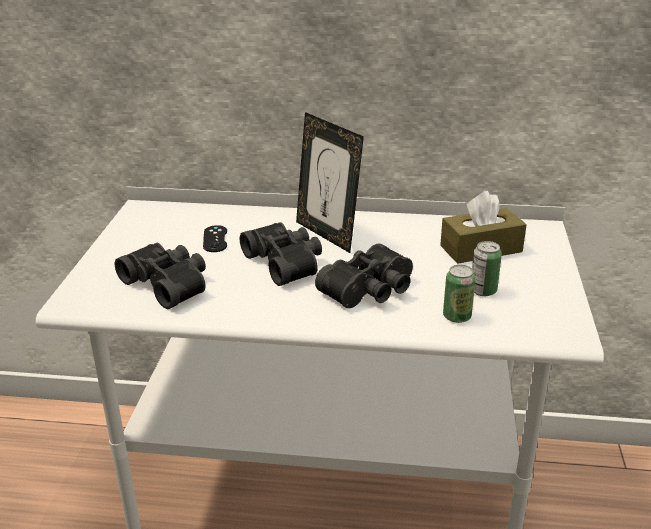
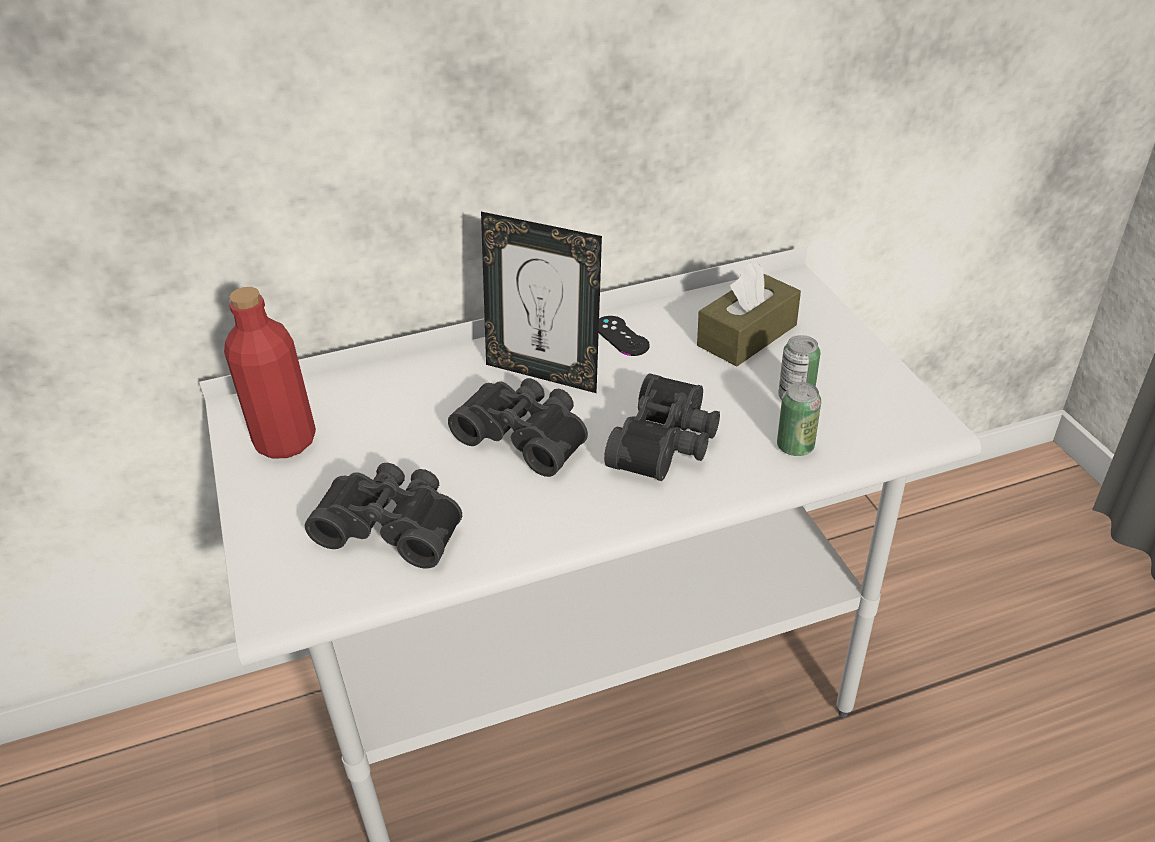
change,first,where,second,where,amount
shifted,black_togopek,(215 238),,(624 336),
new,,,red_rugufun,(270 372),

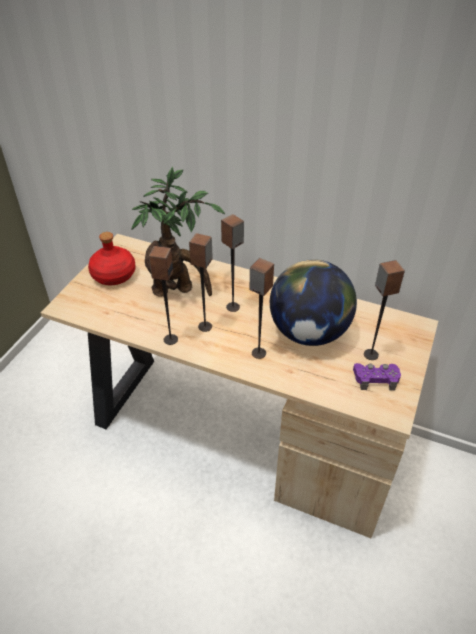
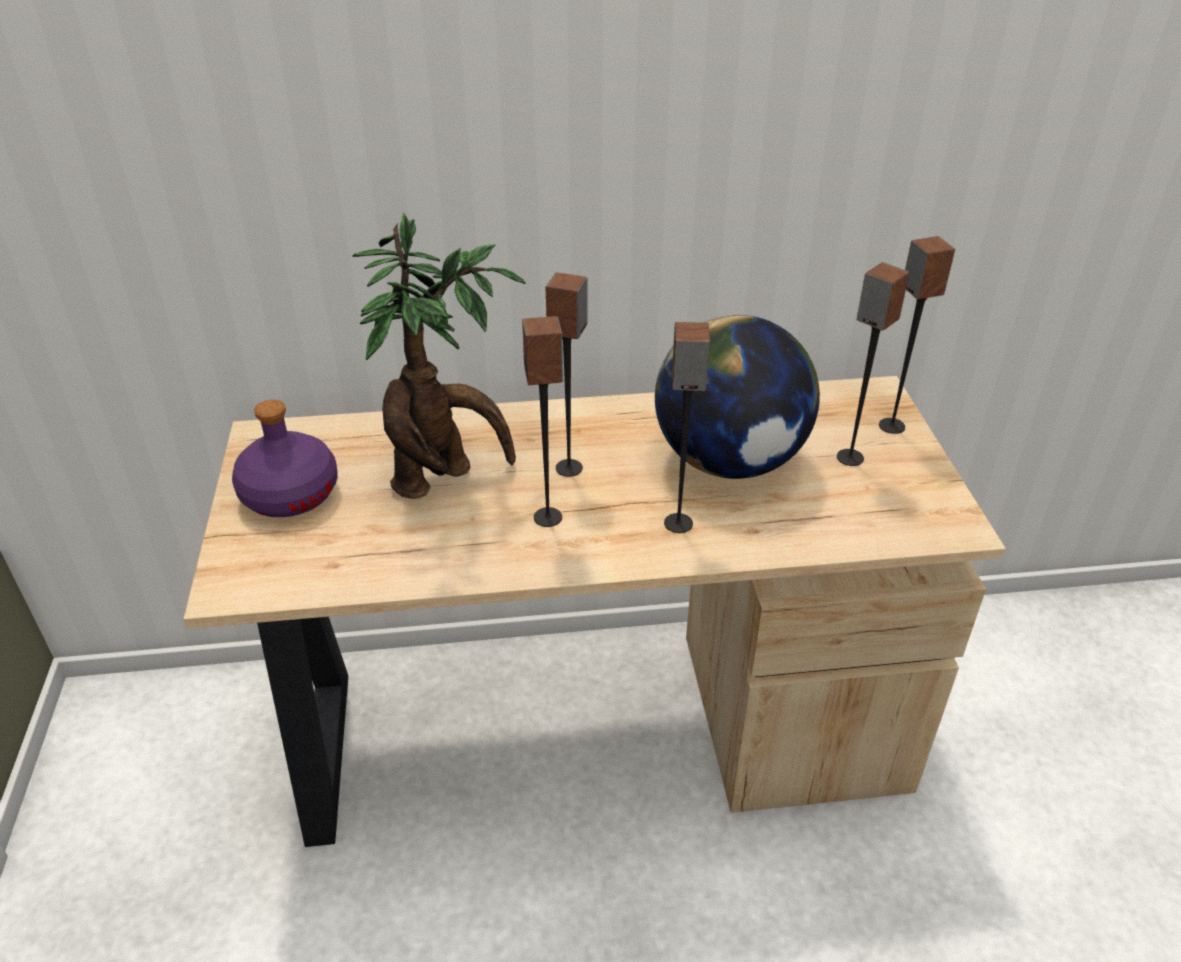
change,first,where,second,where,amount
repainted,red_rugufun,(112 258),purple_rugufun,(285 458),
shifted,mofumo,(163 295),,(917 335),
gone,purple_togopek,(377 377),,,

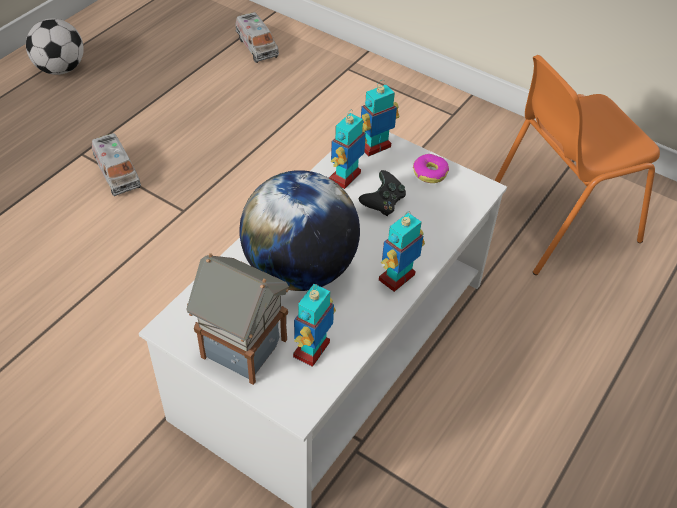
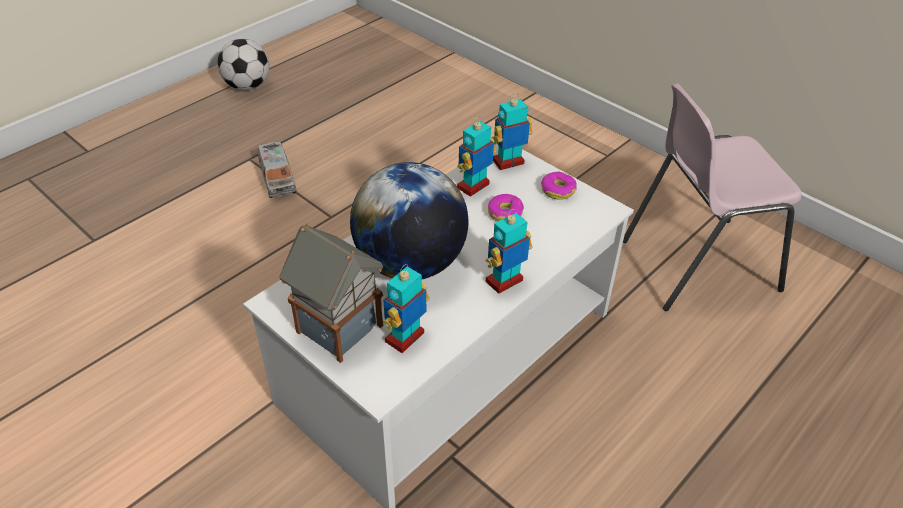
change,first,where,second,where,amount
gone,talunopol,(257 37),,,
swapped,black_togopek,(382 193),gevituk,(506 207),
repainted,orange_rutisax,(577 165),pink_rutisax,(712 197),

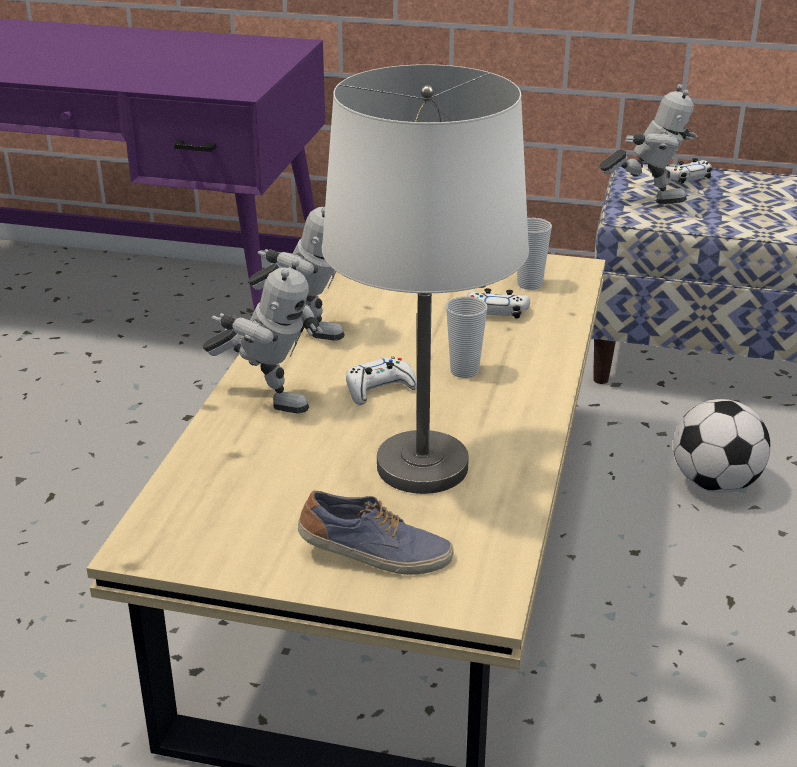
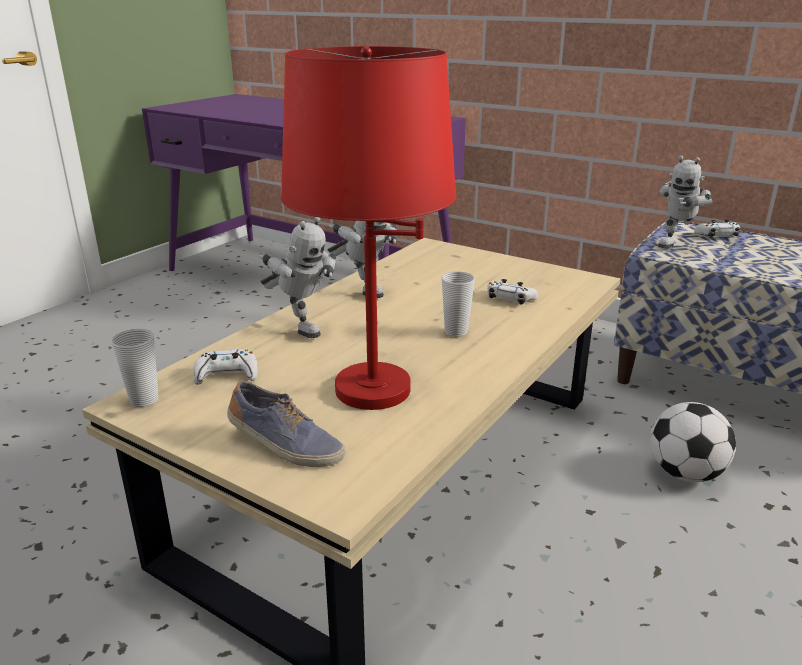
change,first,where,second,where,amount
repainted,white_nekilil,(425 279),red_nekilil,(368 228),
shifted,white_togopek,(381 380),,(225 367),
shifted,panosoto,(534 254),,(135 368),
rotated,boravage,(648 144),,(685 202),105 degrees clockwise

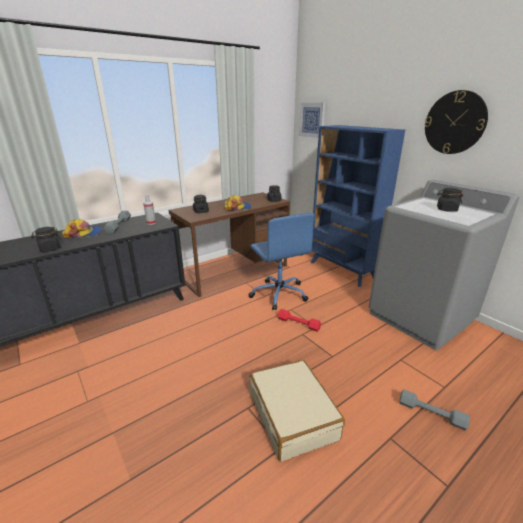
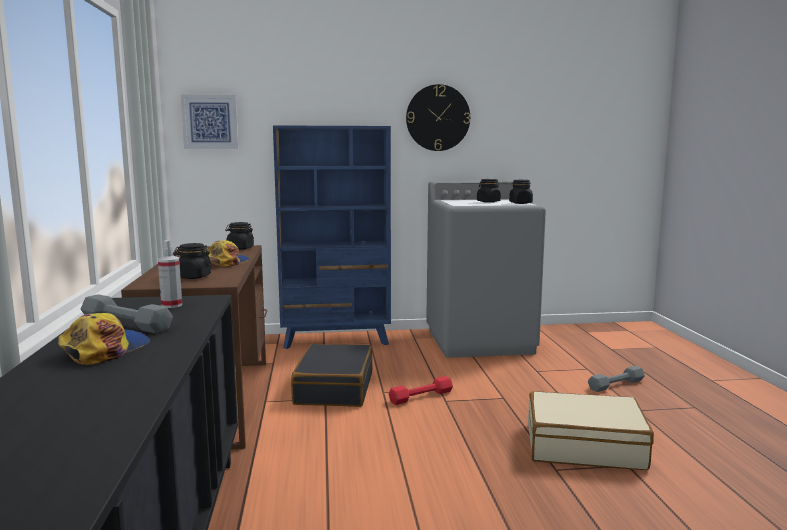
change,first,where,second,where,amount
shifted,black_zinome,(46 239),,(521 192),
swapped,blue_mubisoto,(281 261),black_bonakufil,(332 375),

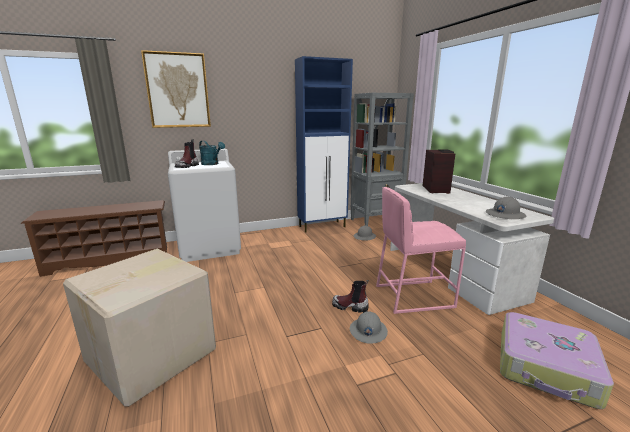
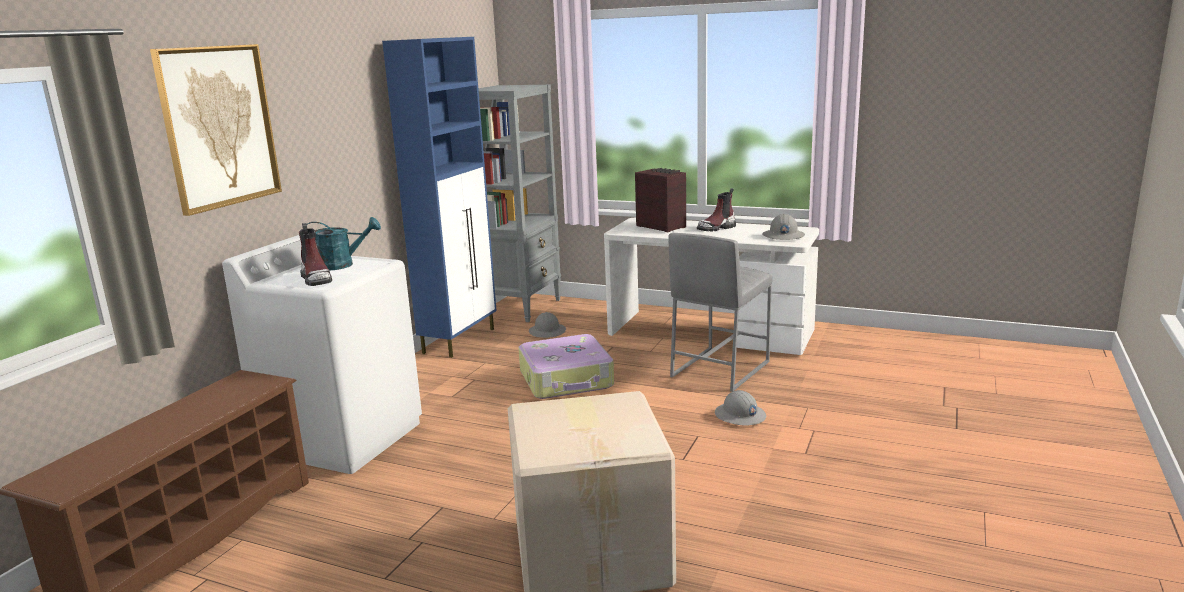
change,first,where,second,where,amount
shifted,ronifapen,(350 296),,(716 209),
repainted,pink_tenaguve,(421 250),grey_tenaguve,(720 312),
shifted,bonakufil,(557 360),,(566 366),

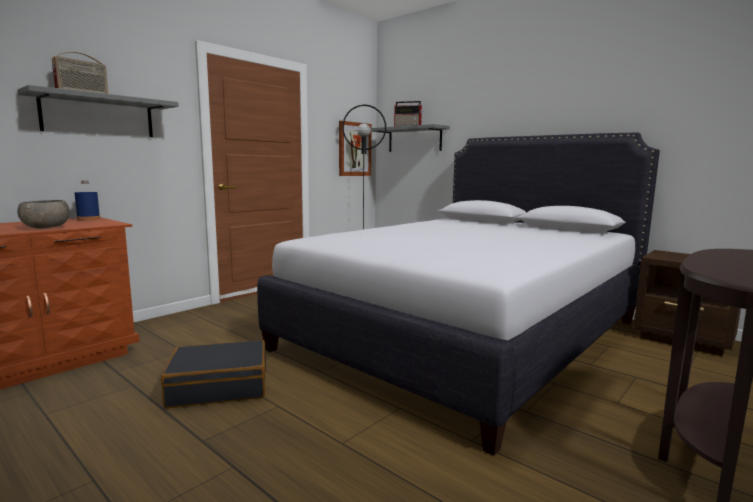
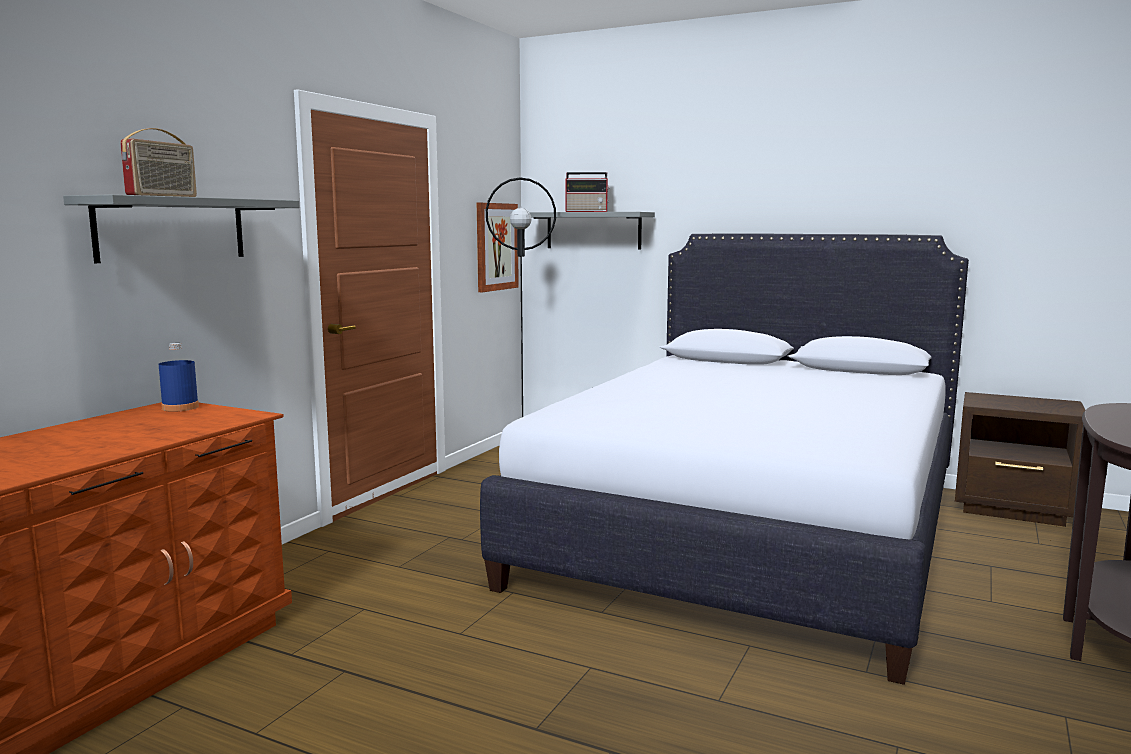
change,first,where,second,where,amount
gone,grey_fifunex,(43 214),,,
gone,black_bonakufil,(213 374),,,

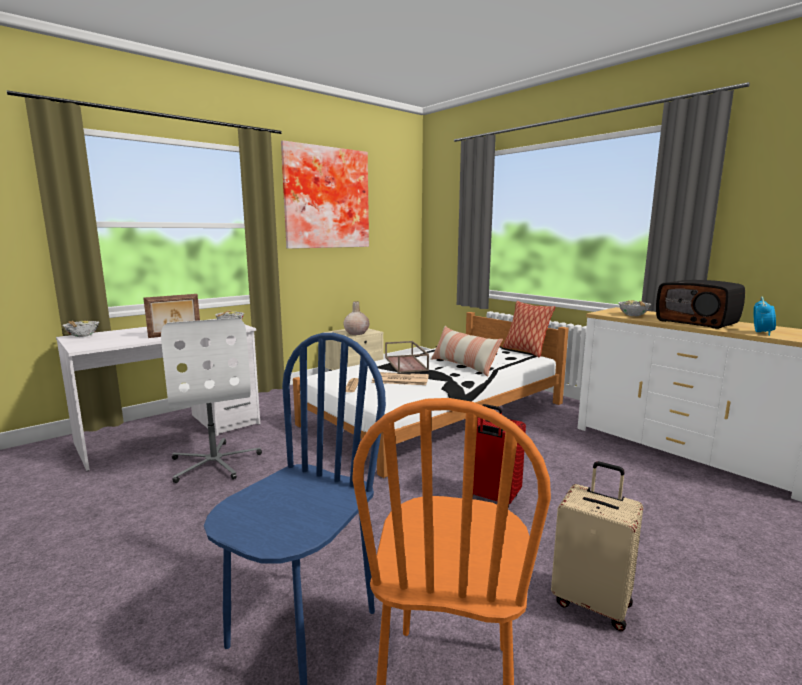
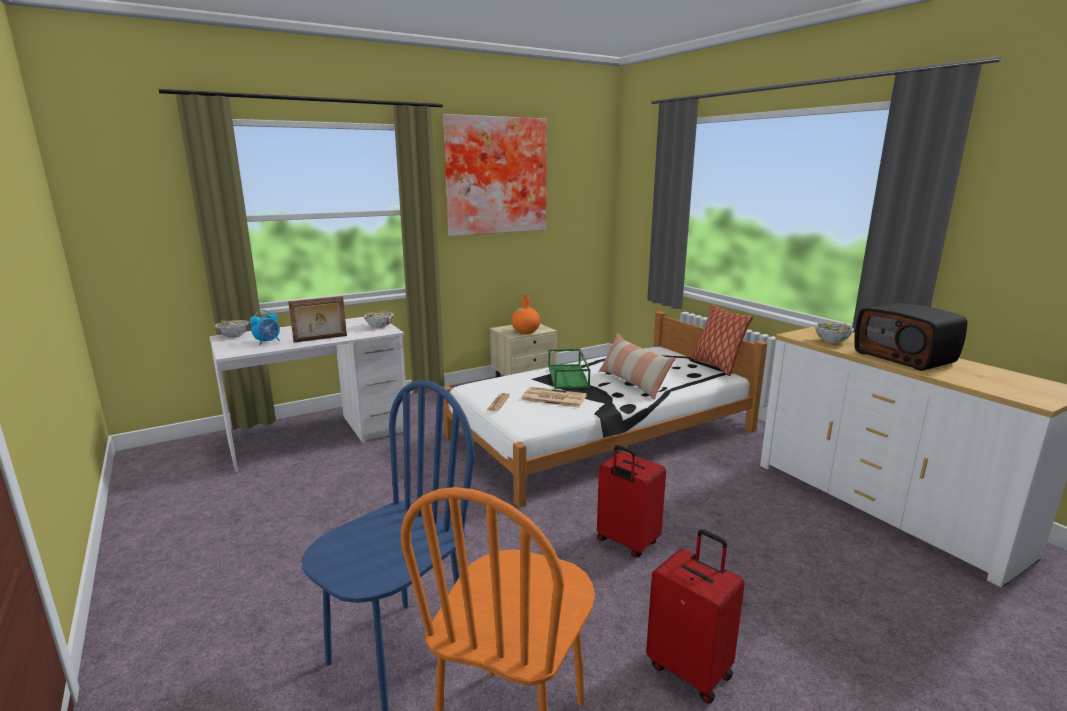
change,first,where,second,where,amount
gone,white_mubisoto,(211 400),,,
repainted,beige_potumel,(356 318),orange_potumel,(526 314),
repainted,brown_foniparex,(407 357),green_foniparex,(569 369),
repainted,beige_bonakufil,(597 546),red_bonakufil,(695 616),
shifted,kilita,(764 316),,(265 327),

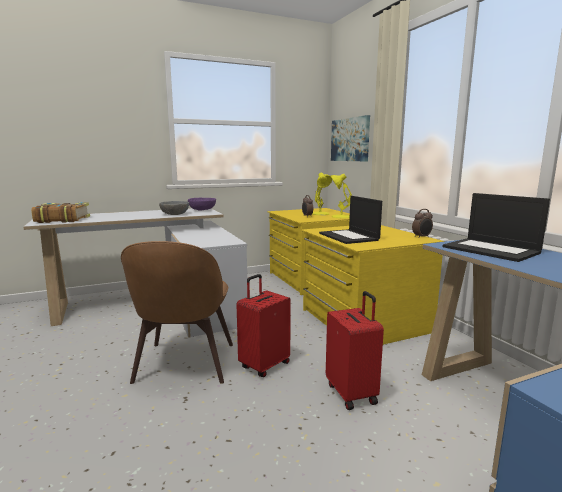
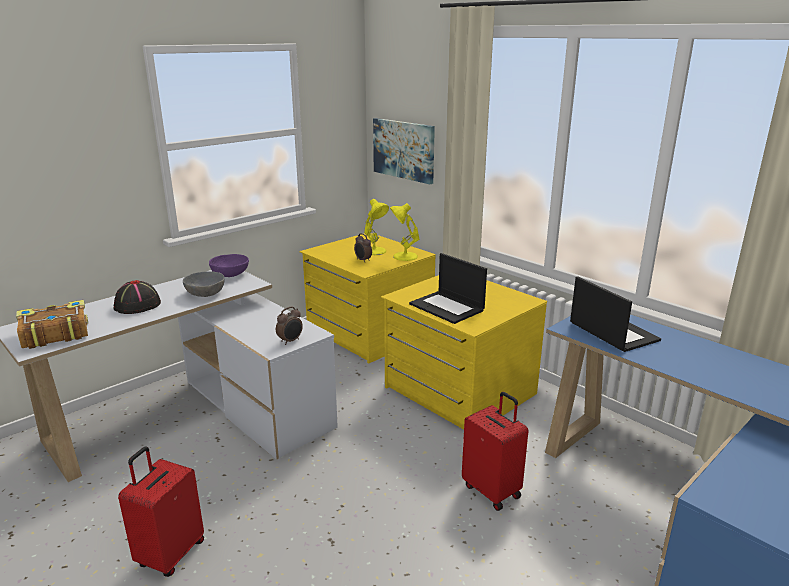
change,first,where,second,where,amount
gone,brown_rutisax,(177 312),,,
shifted,red_bonakufil,(264 325),,(161 511),
shifted,kilita,(422 223),,(289 326),
rotated,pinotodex,(496 227),,(615 314),150 degrees counterclockwise
new,,,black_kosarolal,(137 297),

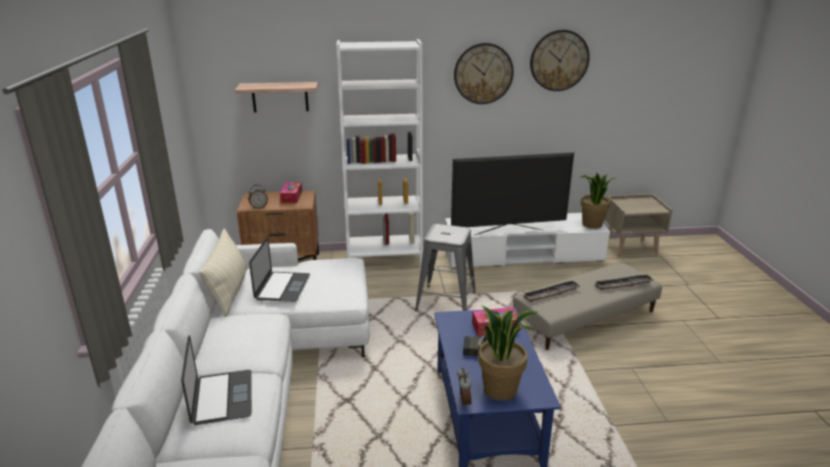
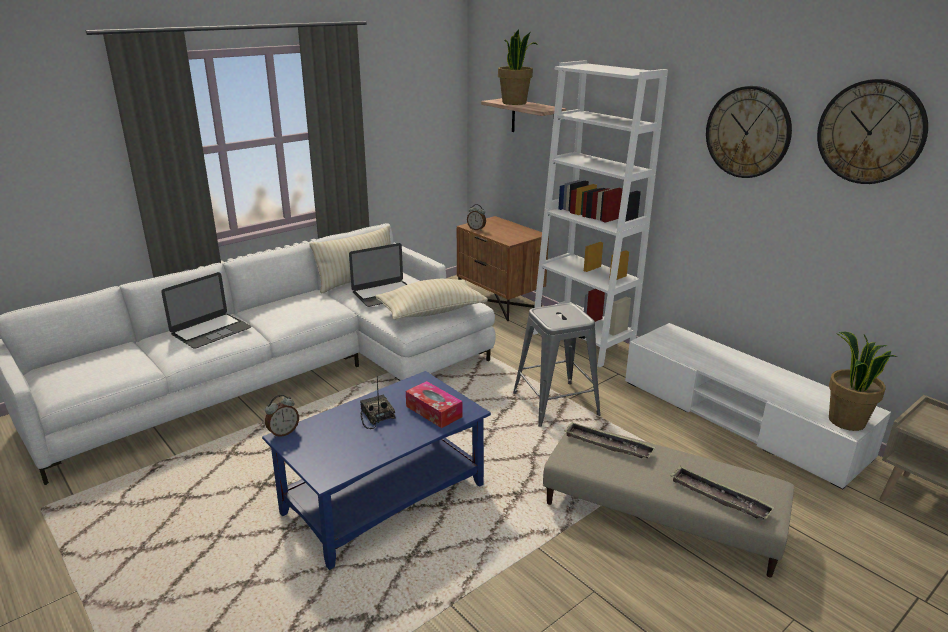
change,first,where,second,where,amount
gone,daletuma,(291 192),,,
gone,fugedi,(512 194),,,
shifted,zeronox,(507 353),,(518 67),
new,,,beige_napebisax,(432 299),

